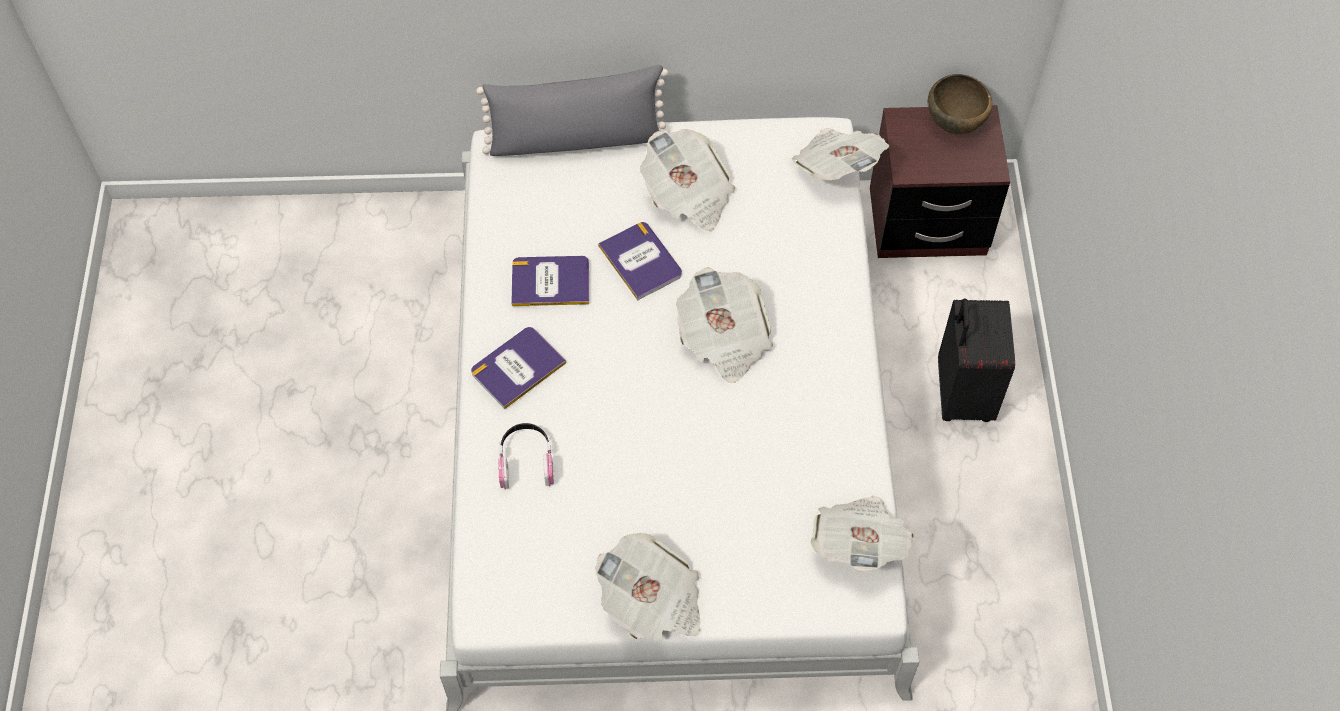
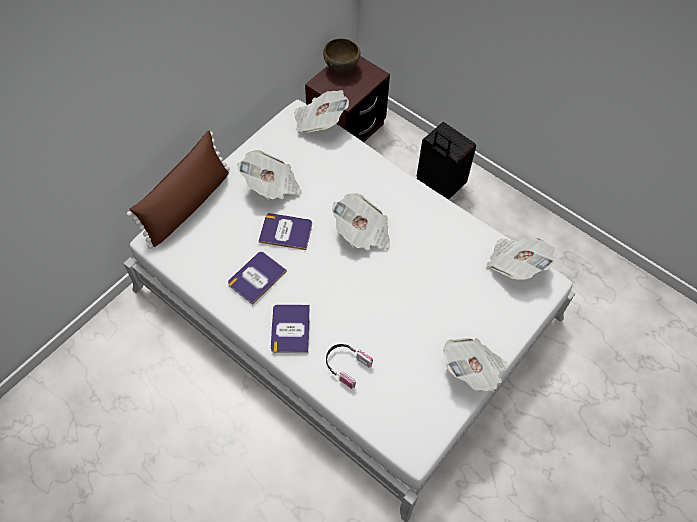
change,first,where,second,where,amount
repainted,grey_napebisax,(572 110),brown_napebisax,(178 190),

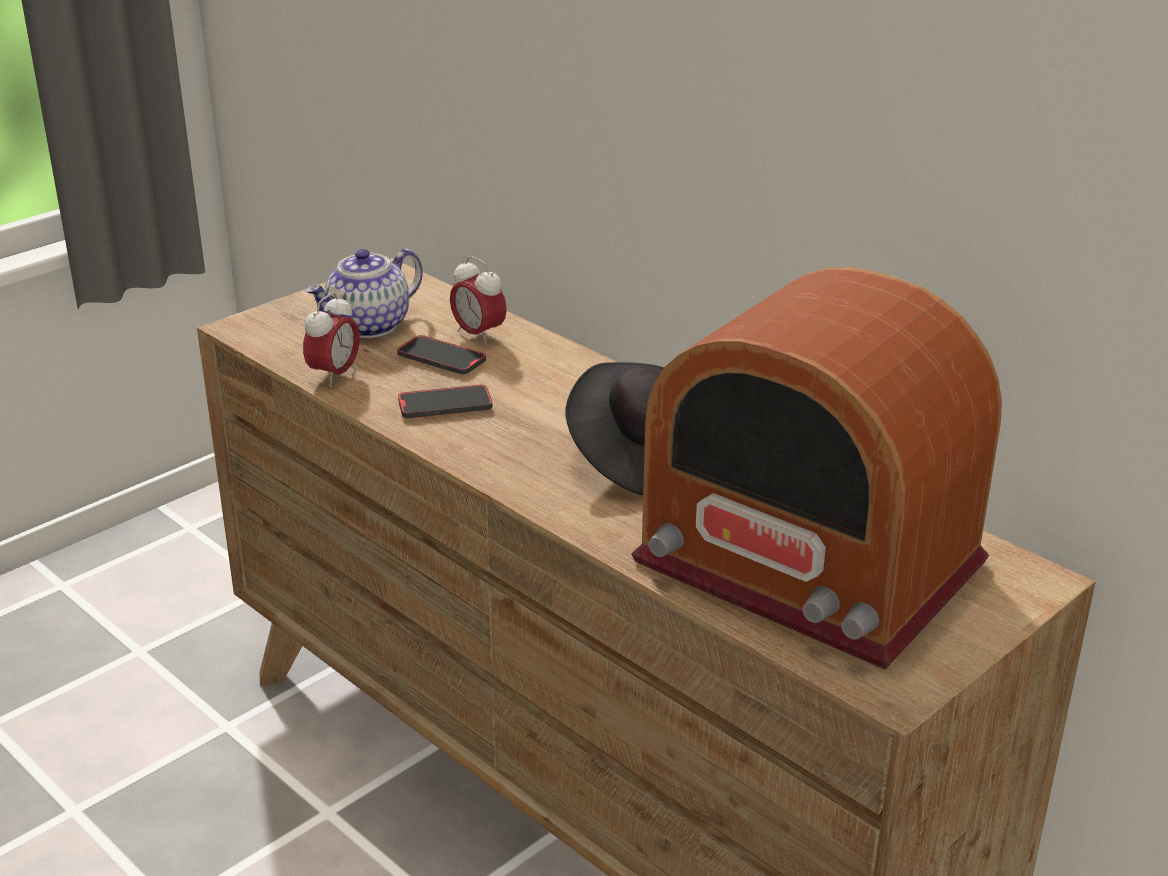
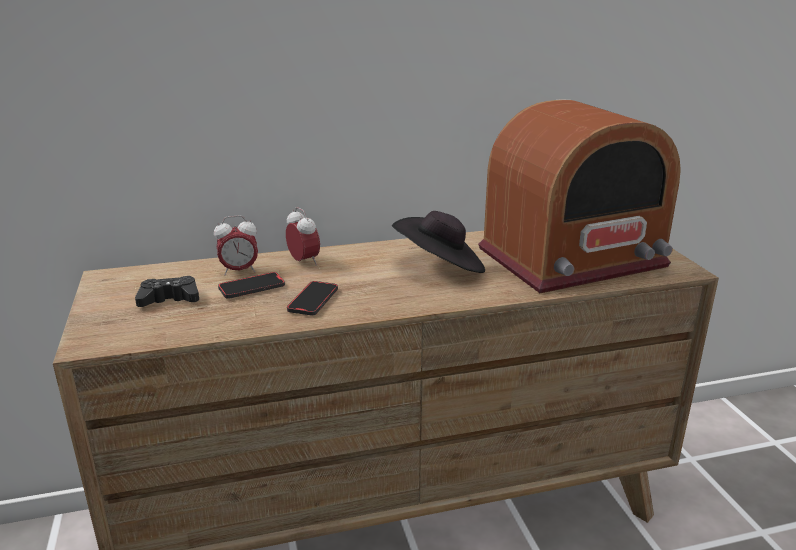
change,first,where,second,where,amount
shifted,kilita,(331 339),,(303 236),
swapped,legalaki,(364 293),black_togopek,(167 291),

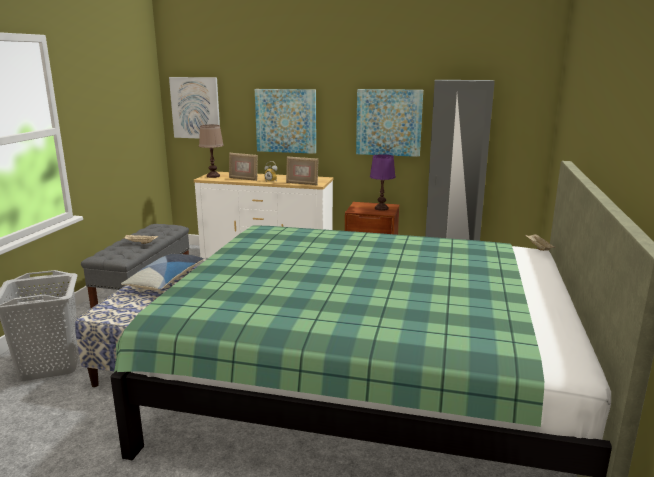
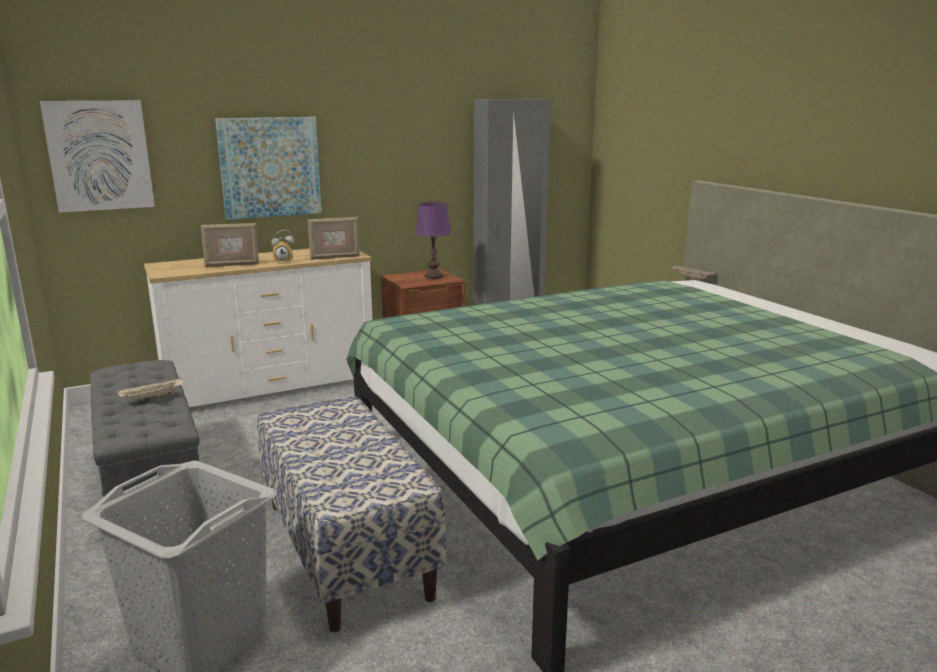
change,first,where,second,where,amount
gone,napebisax,(162 272),,,
gone,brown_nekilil,(211 151),,,
gone,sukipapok,(389 123),,,

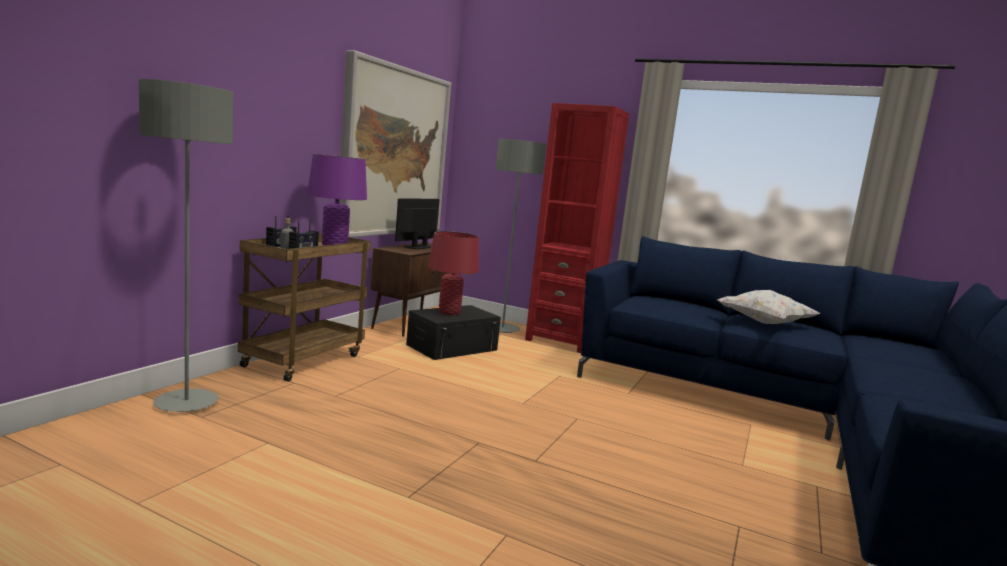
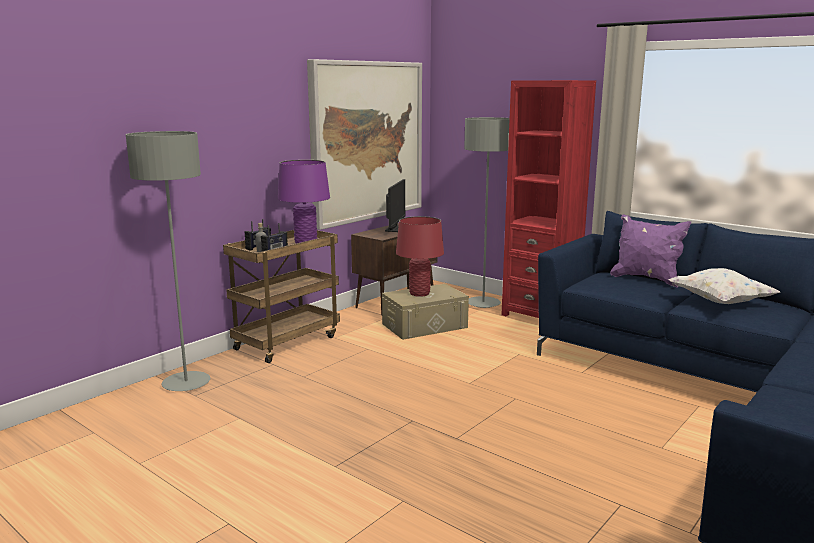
change,first,where,second,where,amount
rotated,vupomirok,(417 223),,(395 205),150 degrees clockwise
repainted,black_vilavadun,(453 332),beige_vilavadun,(425 312),
new,,,purple_napebisax,(650 251),

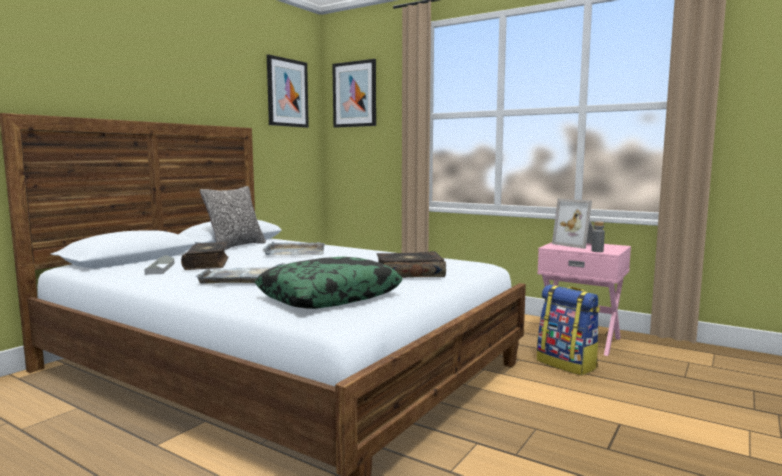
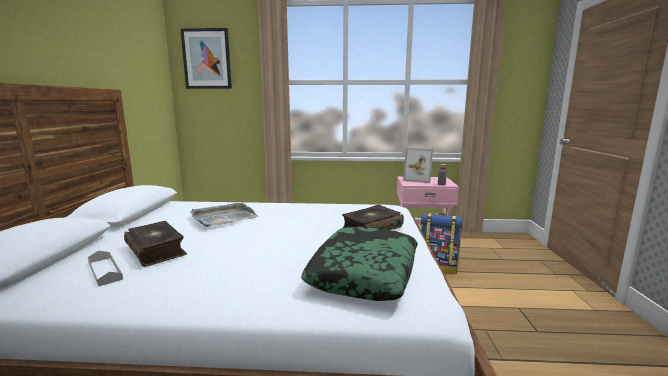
change,first,where,second,where,amount
gone,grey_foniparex,(240 273),,,
gone,napebisax,(233 218),,,
gone,sukipapok,(288 91),,,

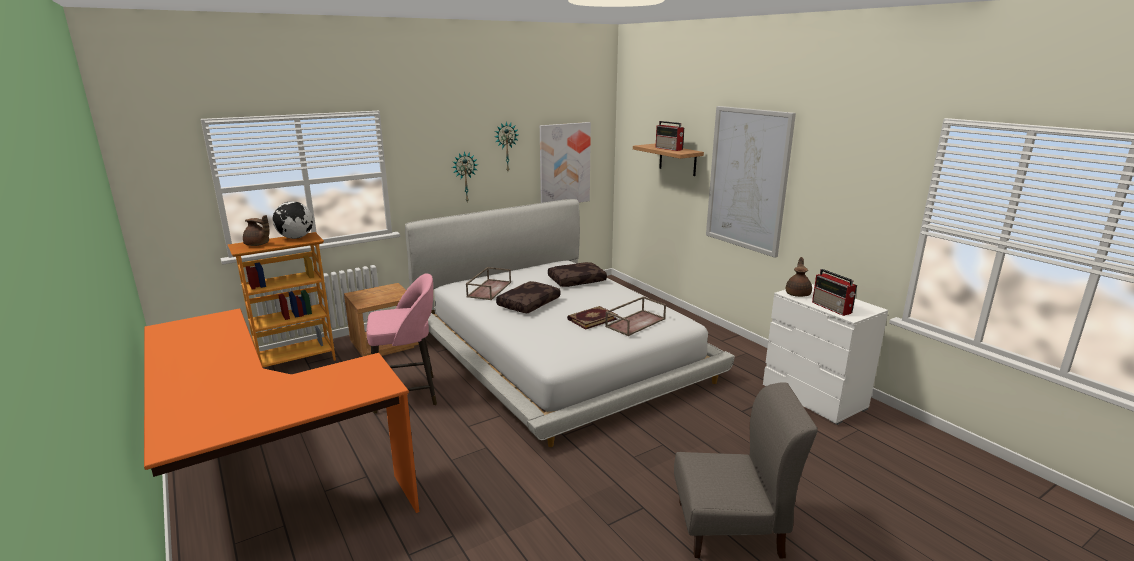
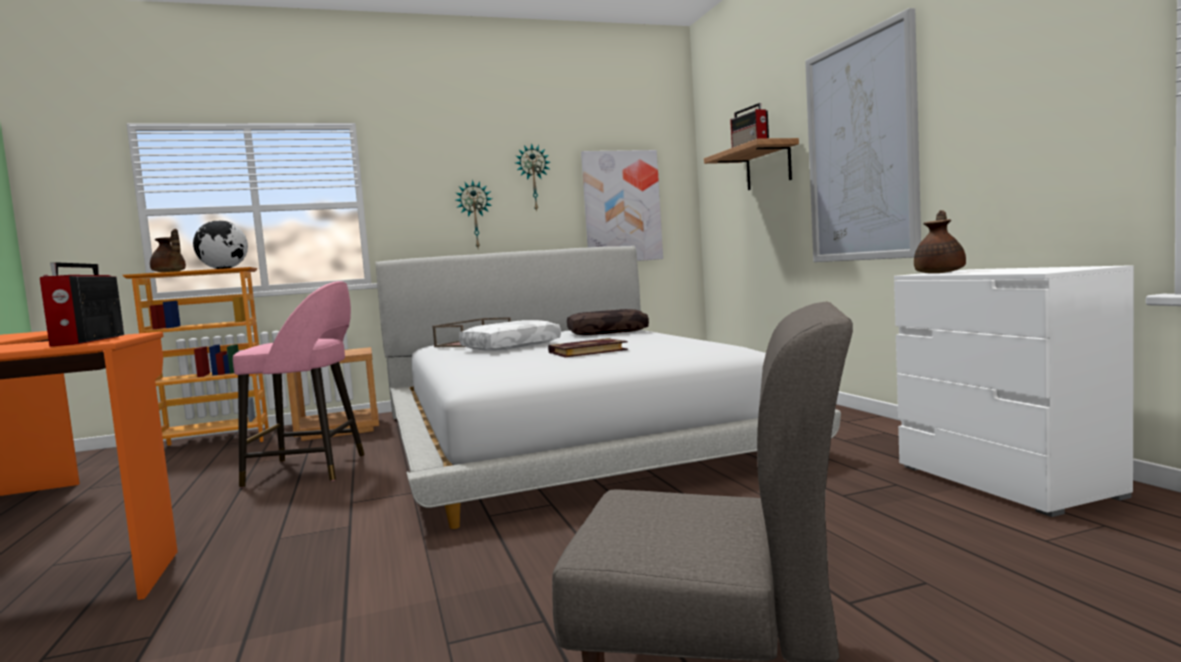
change,first,where,second,where,amount
repainted,brown_napebisax,(528 297),white_napebisax,(510 335),
gone,brown_foniparex,(635 316),,,
shifted,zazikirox,(834 292),,(82 304),

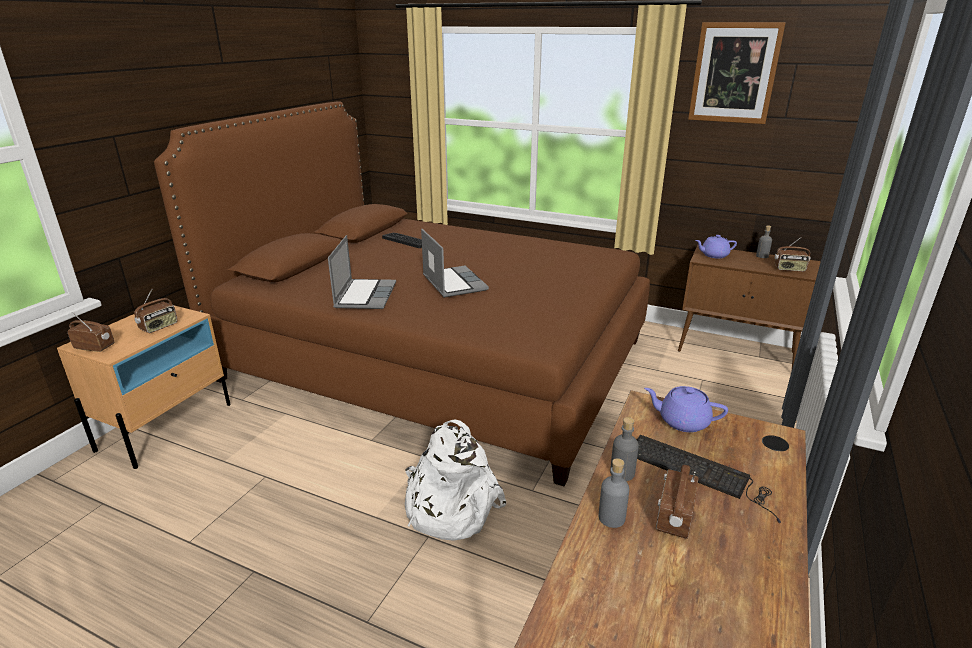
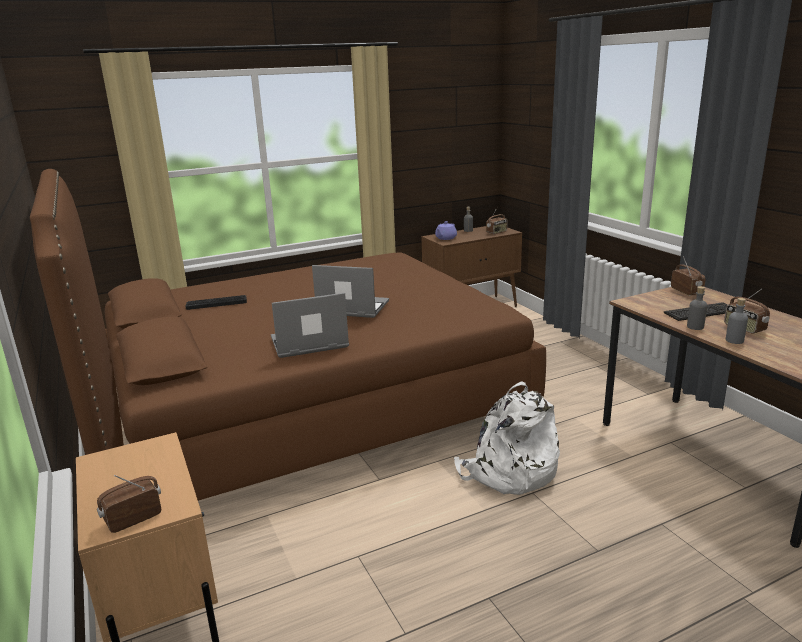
change,first,where,second,where,amount
shifted,zazikirox,(156 310),,(688 276),
rotated,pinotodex,(362 272),,(310 325),60 degrees counterclockwise
gone,purple_legalaki,(686 409),,,
gone,sukipapok,(737 73),,,

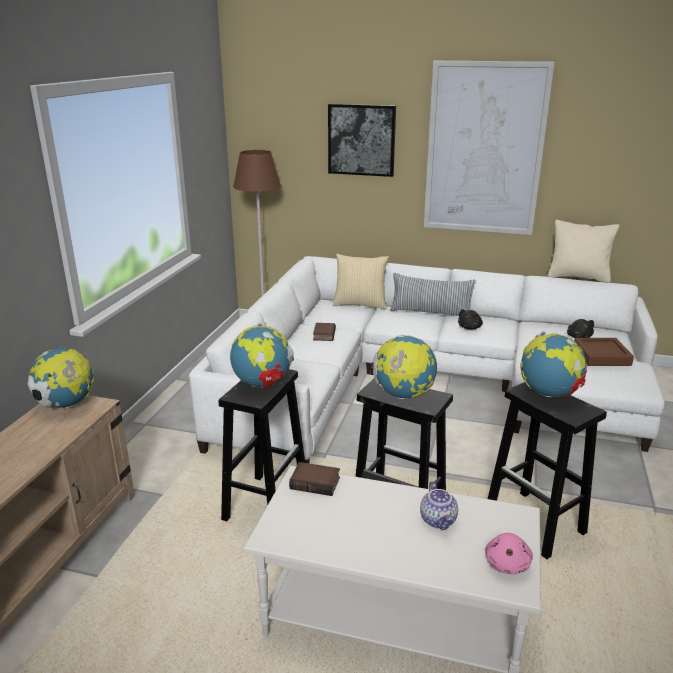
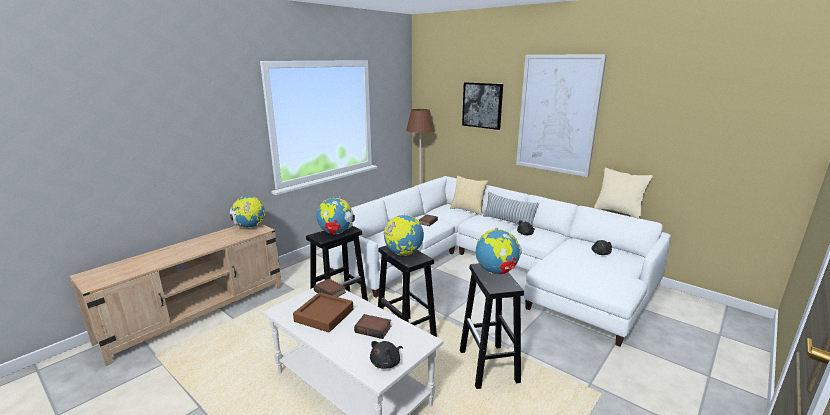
change,first,where,second,where,amount
swapped,legalaki,(439 505),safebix,(372 326),
repainted,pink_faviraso,(509 553),black_faviraso,(386 355),
shifted,brown_foniparex,(604 352),,(323 312),

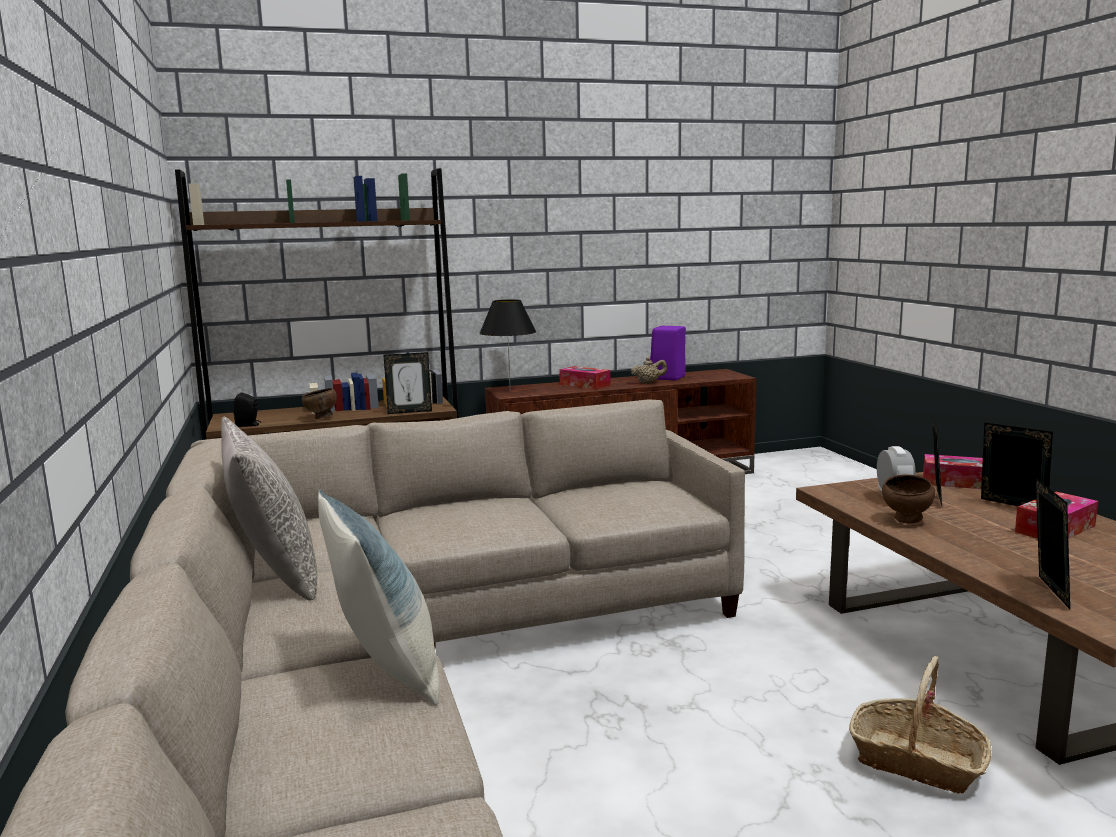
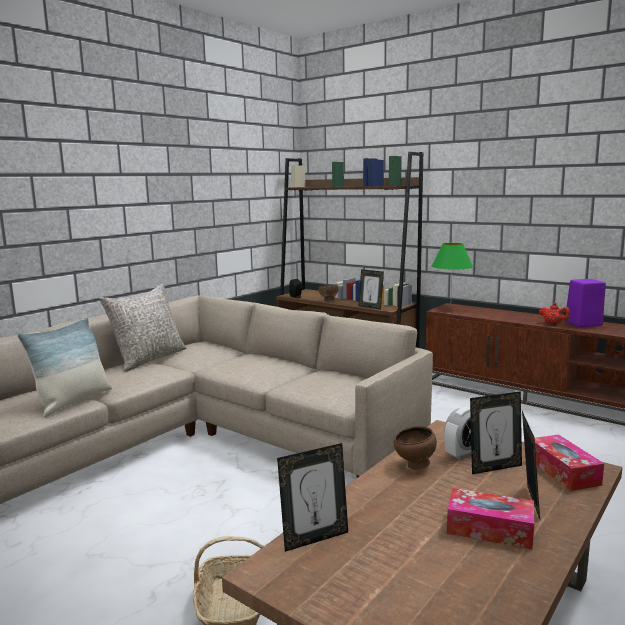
change,first,where,second,where,amount
repainted,black_nekilil,(507 341),green_nekilil,(452 275),
gone,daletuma,(584 377),,,
repainted,beige_legalaki,(649 370),red_legalaki,(554 313),

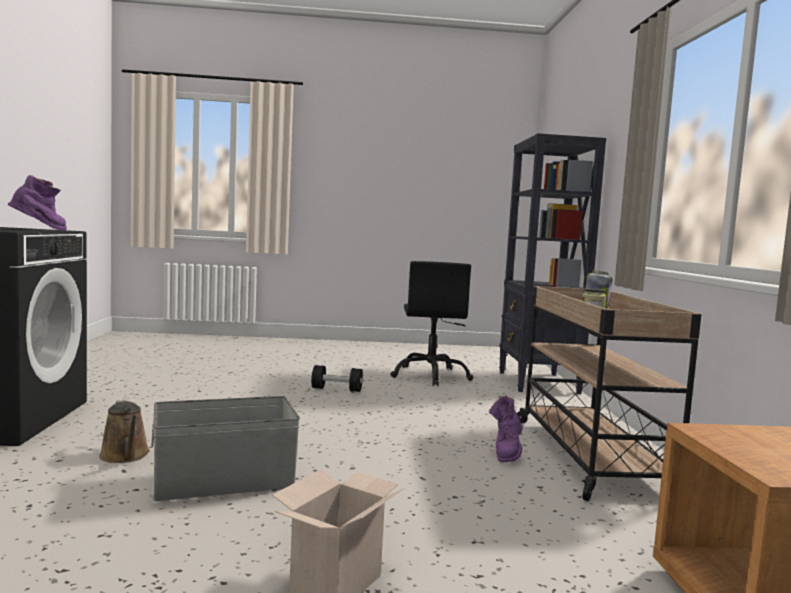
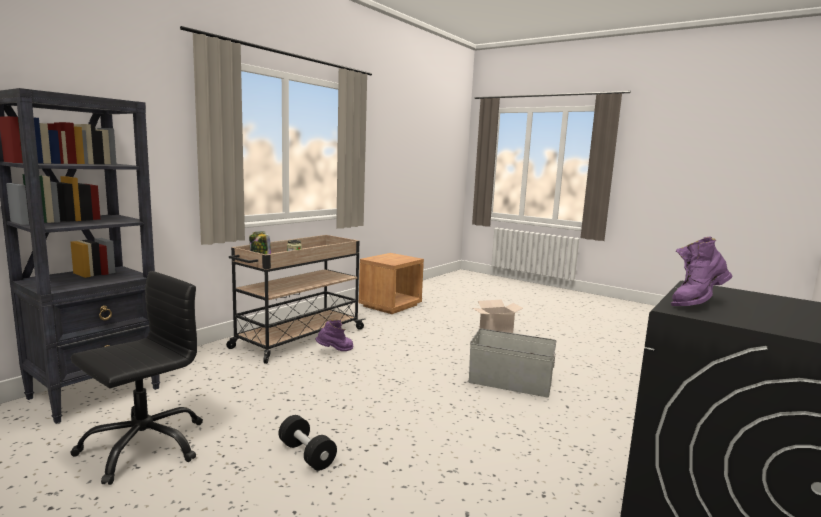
change,first,where,second,where,amount
gone,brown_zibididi,(124 431),,,

